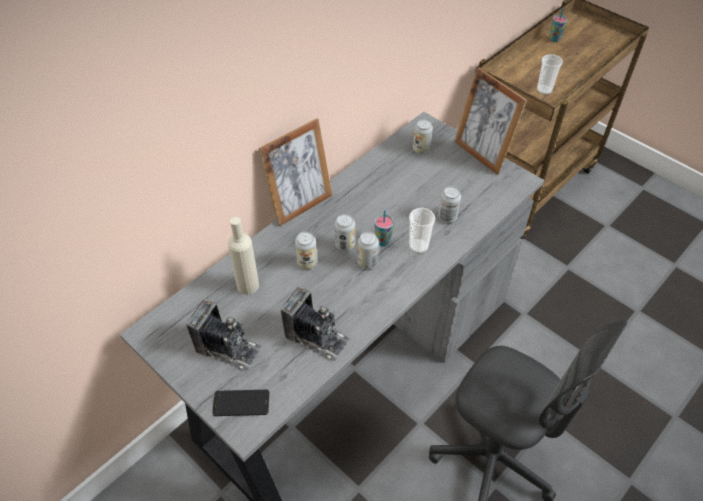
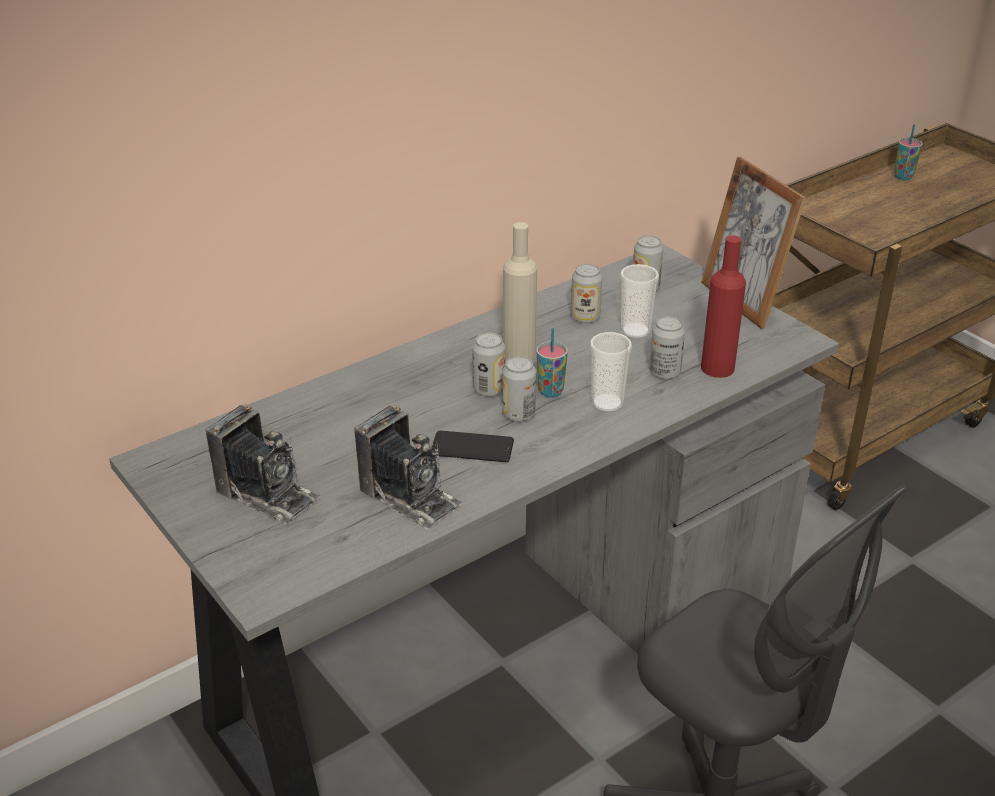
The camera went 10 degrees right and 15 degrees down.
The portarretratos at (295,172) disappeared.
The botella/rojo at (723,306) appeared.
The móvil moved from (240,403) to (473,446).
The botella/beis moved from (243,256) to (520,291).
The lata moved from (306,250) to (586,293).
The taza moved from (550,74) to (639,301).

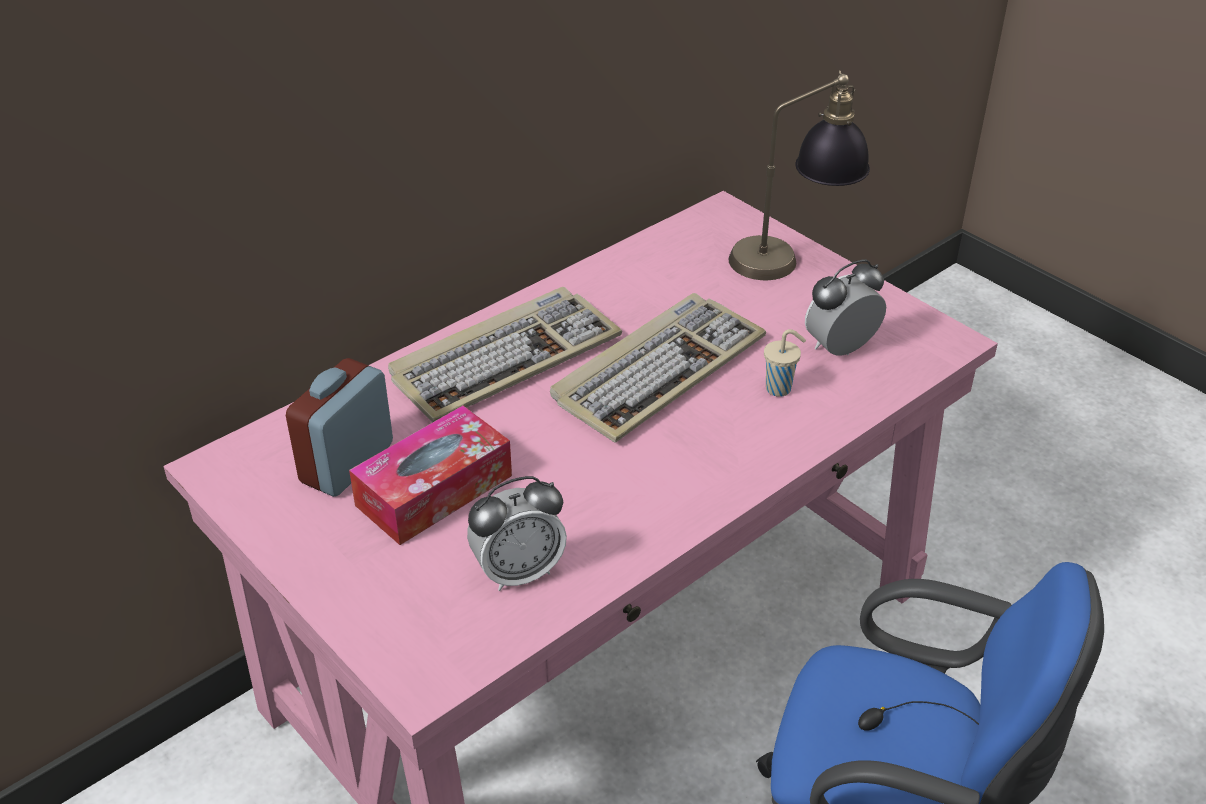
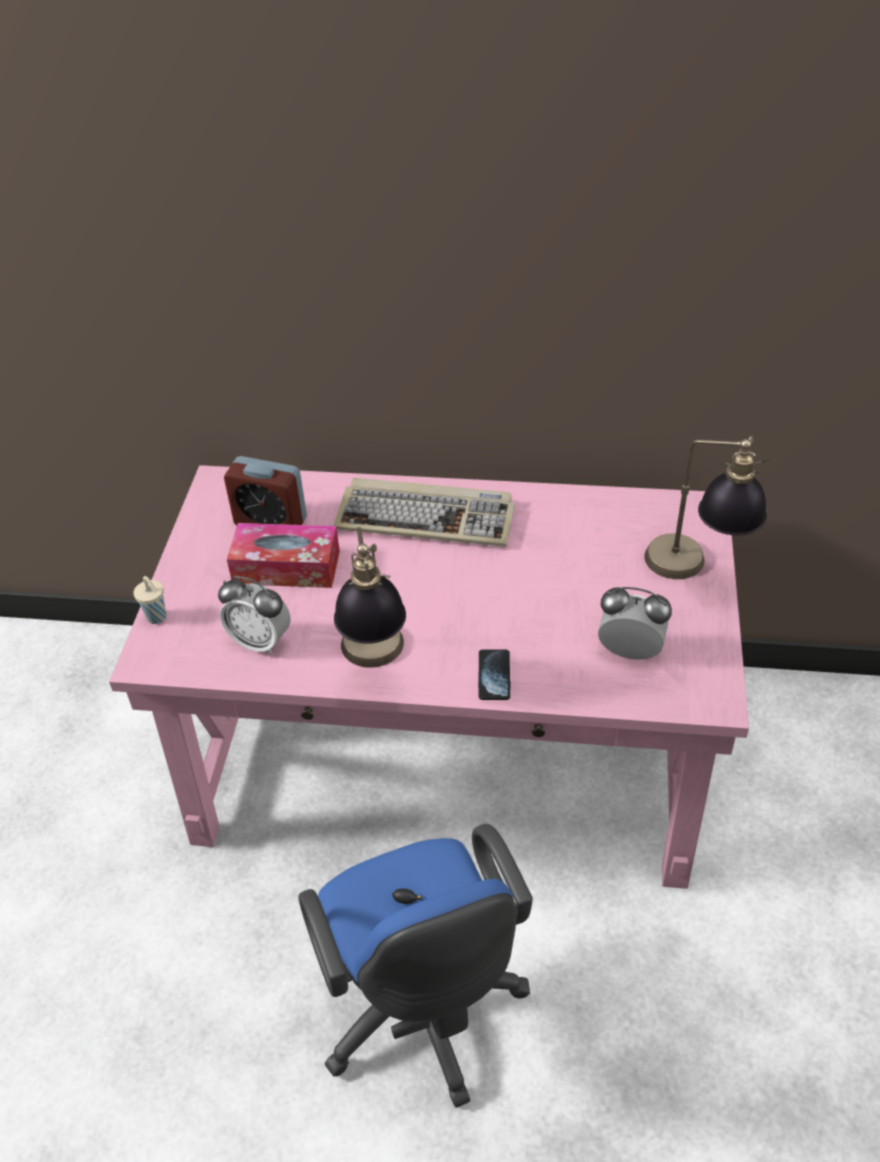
The camera went 50 degrees right and 5 degrees up.
The teclado at (658,368) disappeared.
The lámpara de mesa at (370,597) appeared.
The móvil at (494,675) appeared.
The taza/beis moved from (785,363) to (149,600).
The despertador at (339,427) turned 150 degrees counterclockwise.

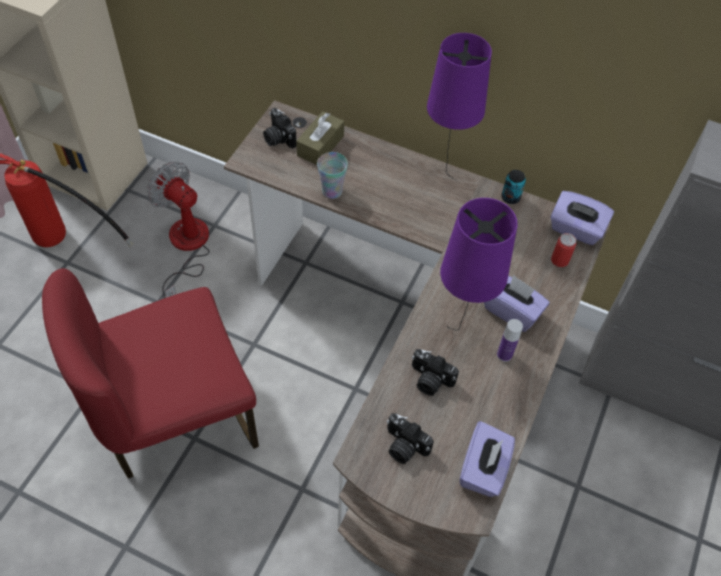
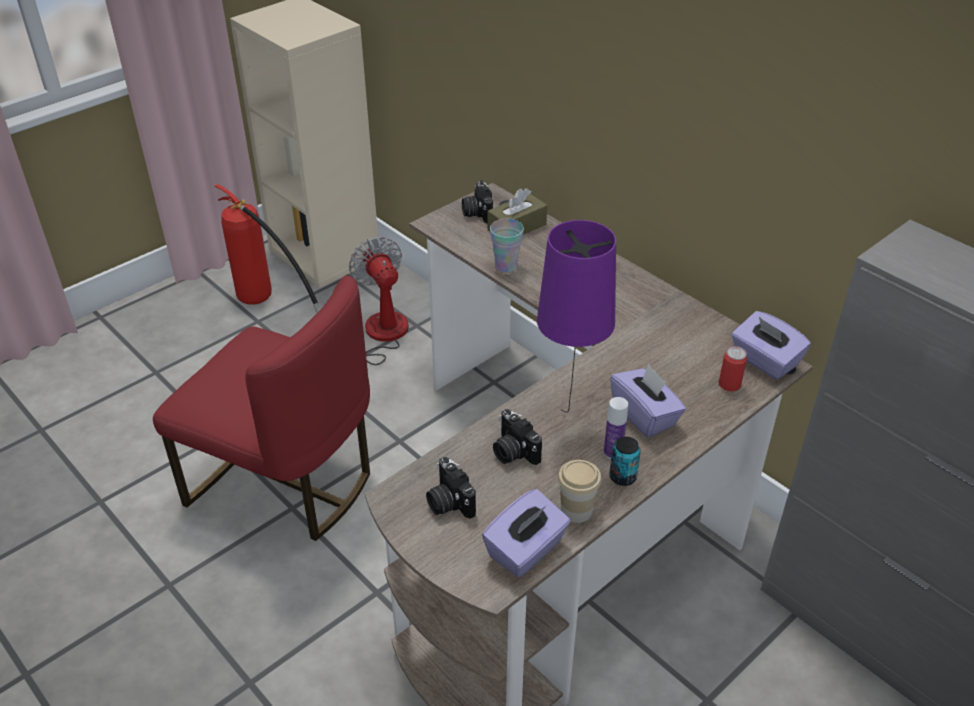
The camera went 25 degrees right and 15 degrees down.
The lámpara de mesa/morado at (459,107) disappeared.
The taza at (579,491) appeared.
The lata moved from (514,187) to (625,461).
The silla/rojo at (150,373) turned 150 degrees counterclockwise.

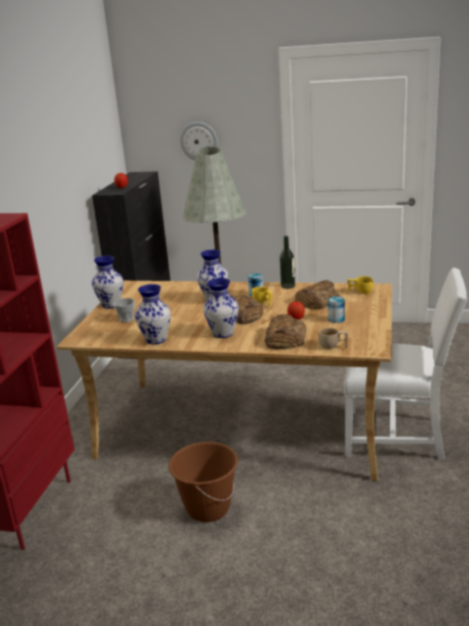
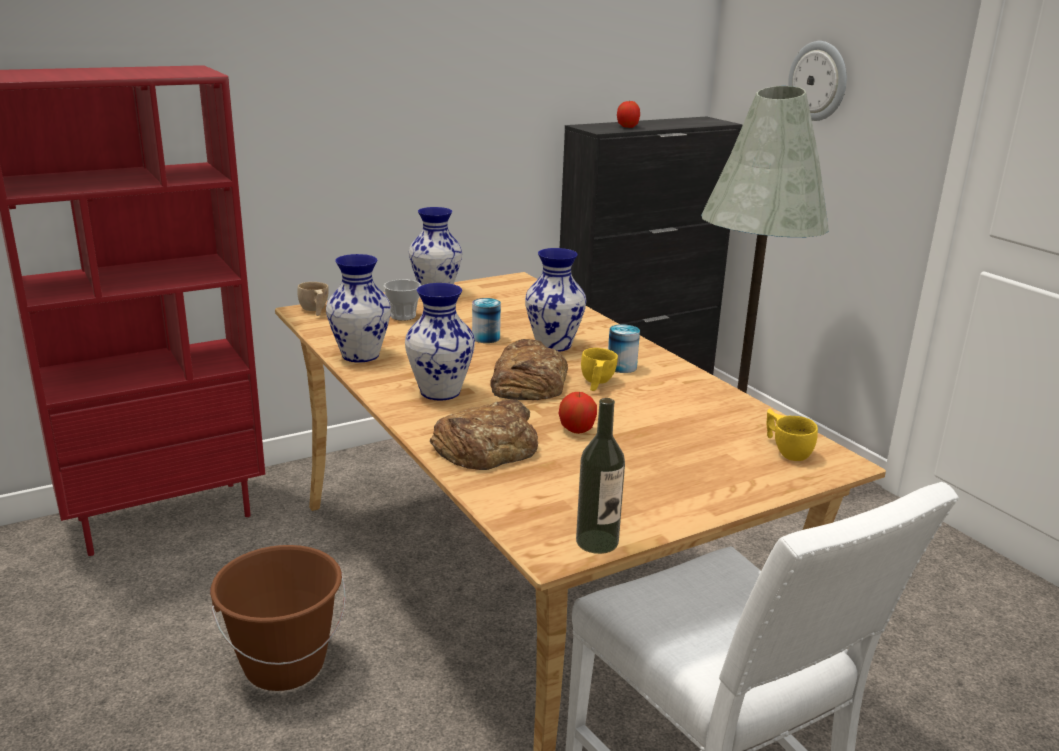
The camera went 45 degrees right and 0 degrees up.
The pan at (317,294) disappeared.
The botella moved from (287,262) to (600,476).
The taza/beis moved from (333,338) to (313,299).
The lata moved from (336,309) to (486,320).

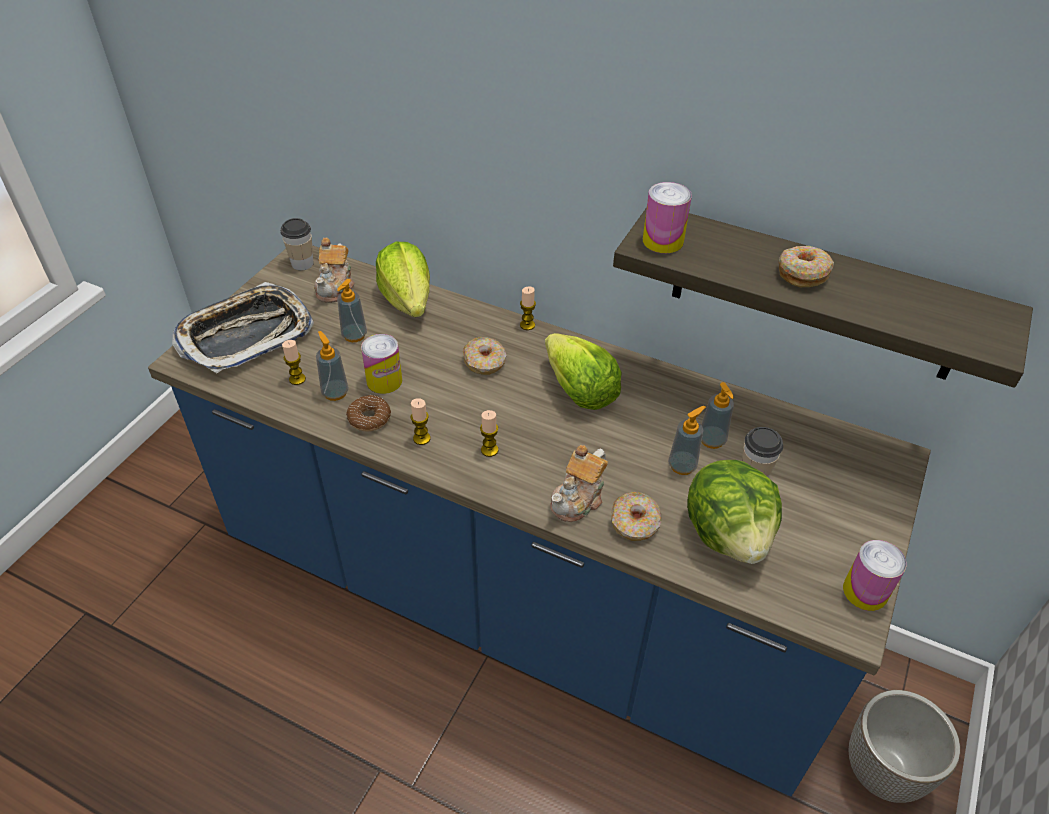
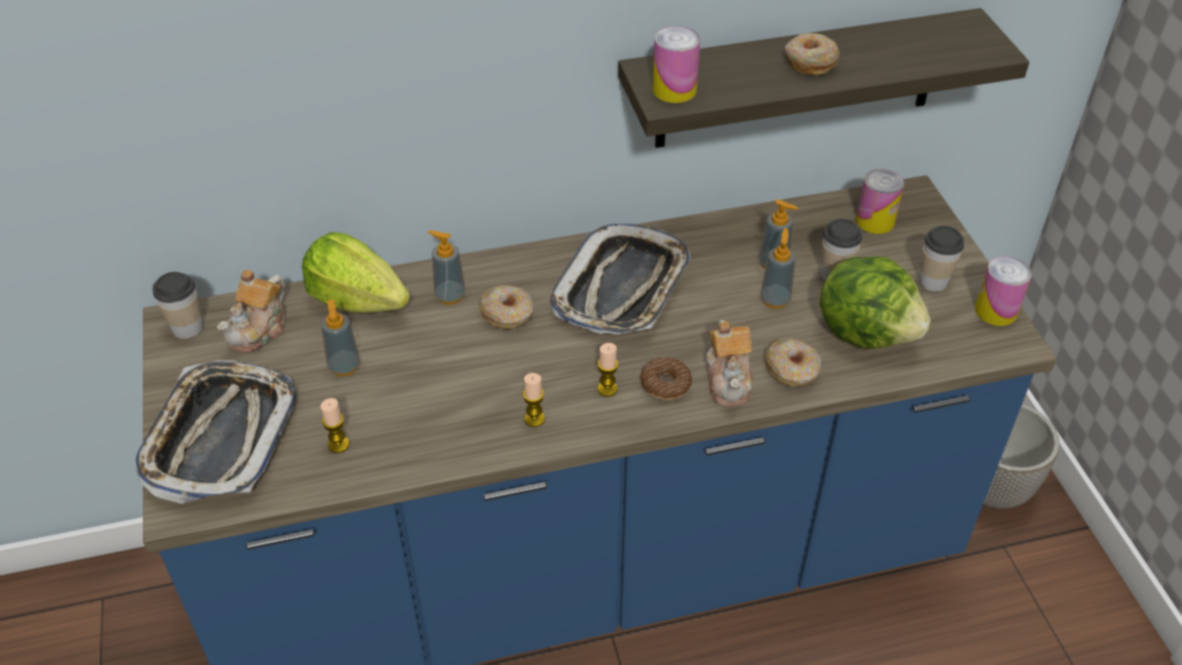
The camera went 40 degrees left and 0 degrees up.
The vela at (528,308) disappeared.
The taza at (941,258) appeared.
The dispensador de jabón moved from (332,366) to (446,267).
The rosquilla moved from (368,413) to (666,378).
The lata moved from (381,364) to (880,201).
The lechuga at (583,371) was replaced by the bandeja at (620,279).
The tetera at (334,270) turned 60 degrees clockwise.

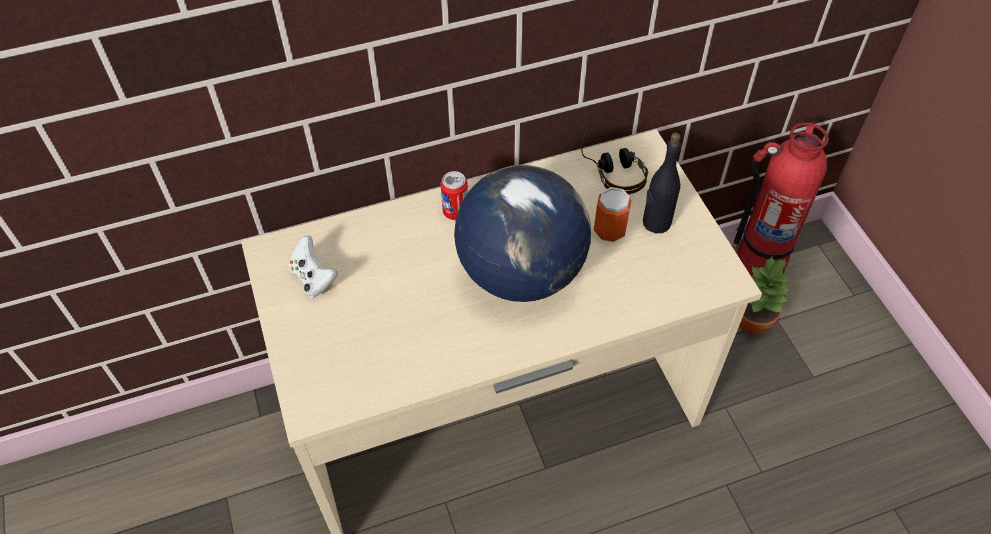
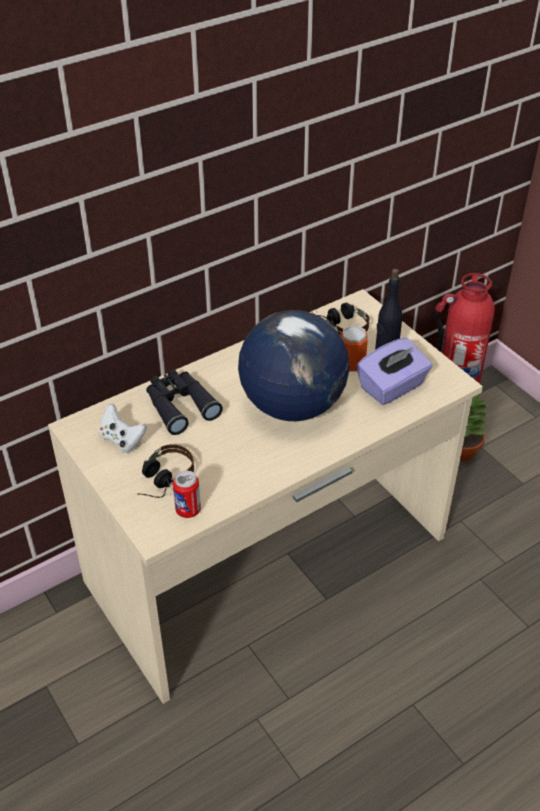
The camera went 15 degrees left and 10 degrees down.
The auriculares at (165,471) appeared.
The prismáticos/negro at (184,402) appeared.
The caja de pañuelos/morado at (394,371) appeared.
The lata moved from (454,195) to (187,494).

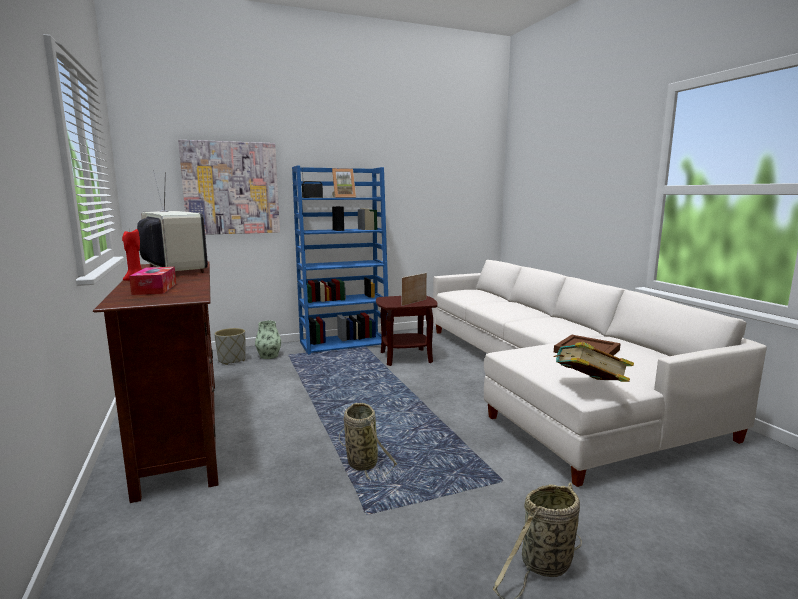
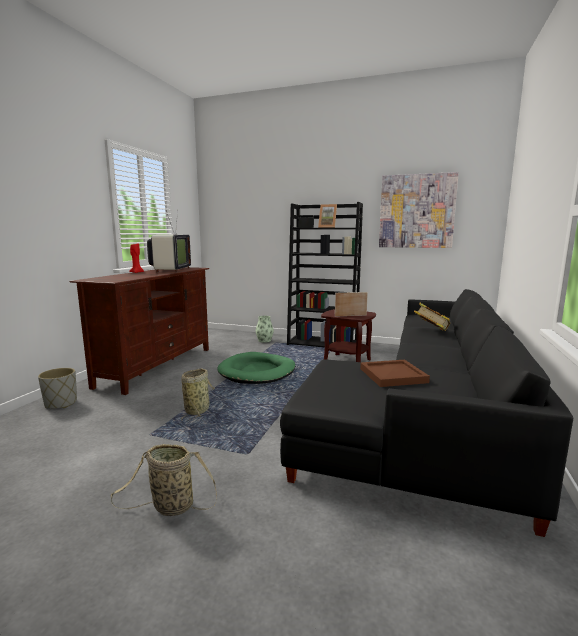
The camera went 40 degrees right and 0 degrees up.
The caja de pañuelos at (152,281) disappeared.
The cama para perro/verde at (256,368) appeared.
The cuadro moved from (229,187) to (419,210).
The maceta/gris moved from (229,346) to (57,388).
The libro moved from (593,362) to (432,317).
The estantería/azul at (340,260) became the estantería/negro at (325,274).
The sofá/blanco at (600,373) became the sofá/negro at (426,413).

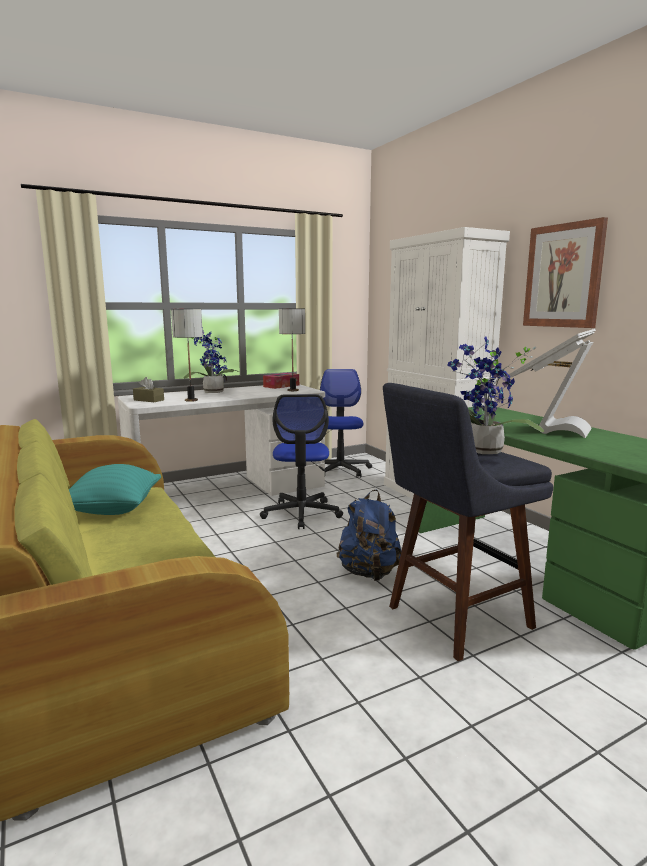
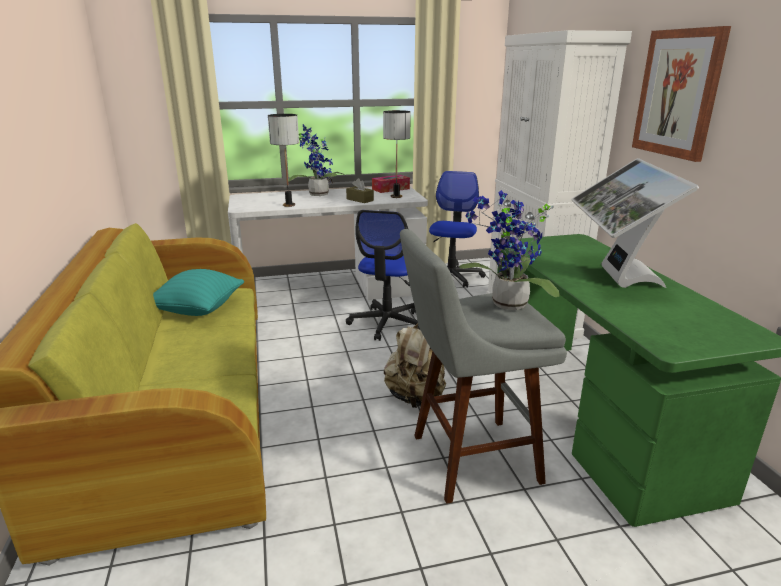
The camera went 15 degrees right and 10 degrees up.
The caja de pañuelos/marrón moved from (148,389) to (360,190).
The mochila/azul at (369,535) became the mochila/beis at (415,365).
The taburete/azul at (468,522) became the taburete/gris at (483,366).
The monitor at (552,383) turned 45 degrees counterclockwise.

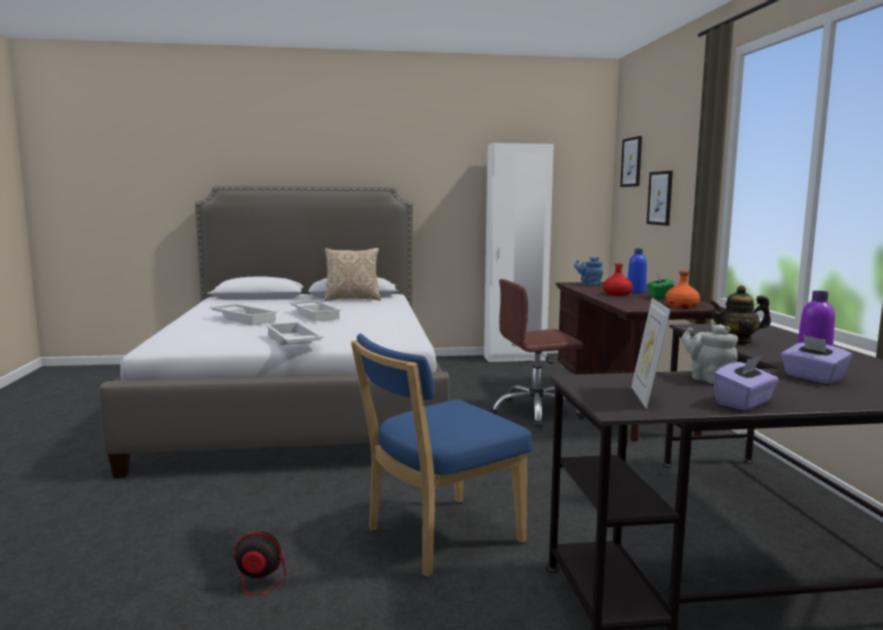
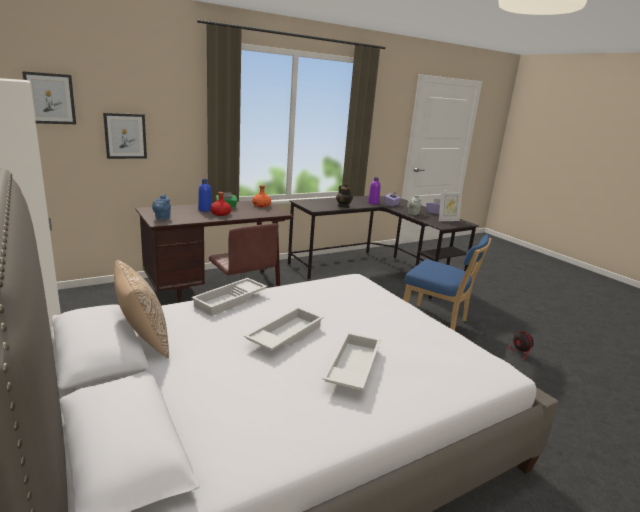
The camera went 115 degrees left and 10 degrees up.
The bandeja/blanco moved from (295,333) to (229,297).

